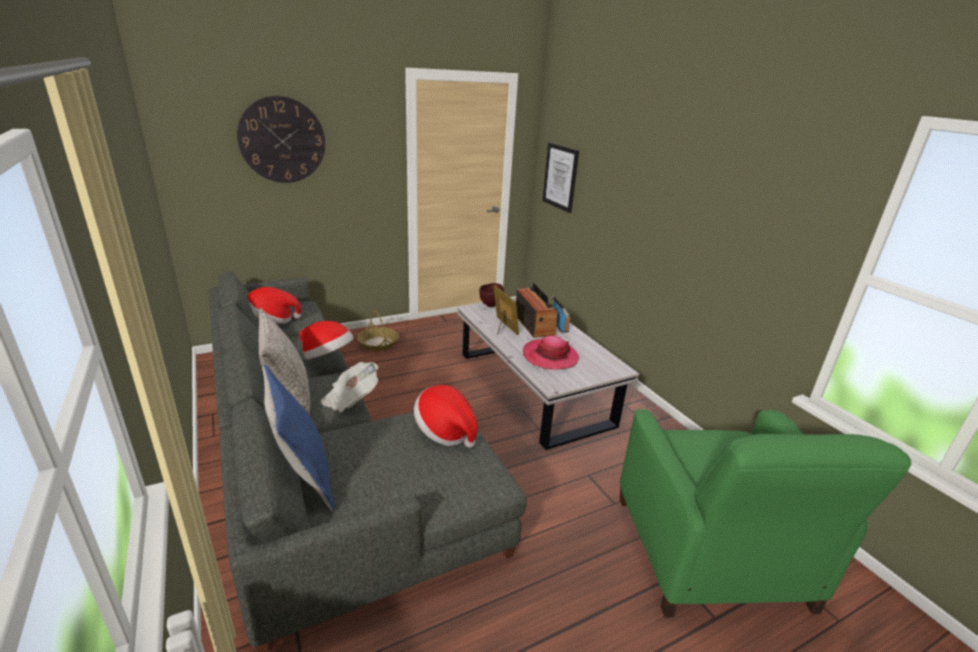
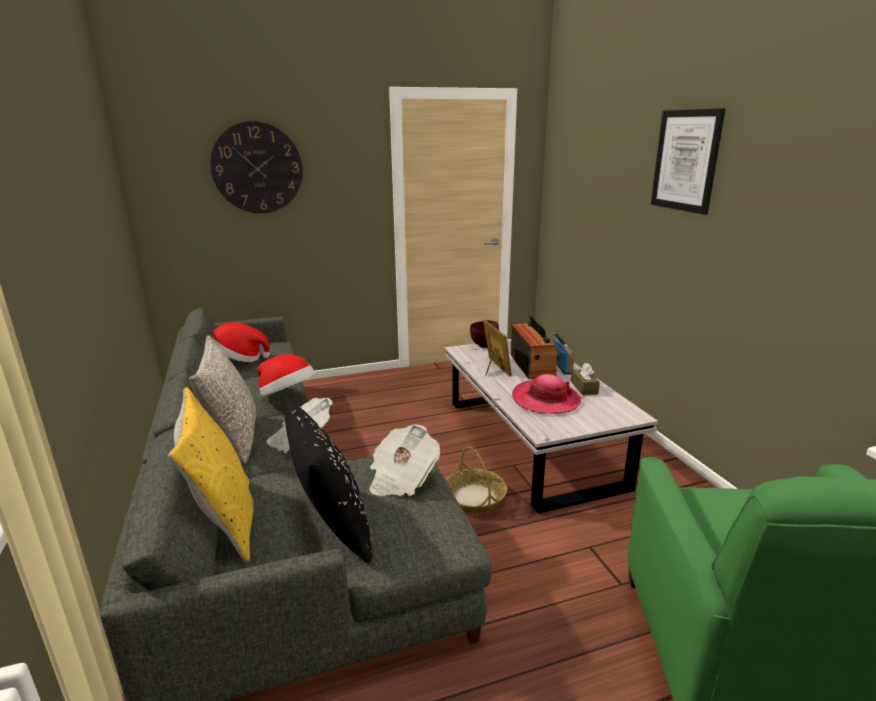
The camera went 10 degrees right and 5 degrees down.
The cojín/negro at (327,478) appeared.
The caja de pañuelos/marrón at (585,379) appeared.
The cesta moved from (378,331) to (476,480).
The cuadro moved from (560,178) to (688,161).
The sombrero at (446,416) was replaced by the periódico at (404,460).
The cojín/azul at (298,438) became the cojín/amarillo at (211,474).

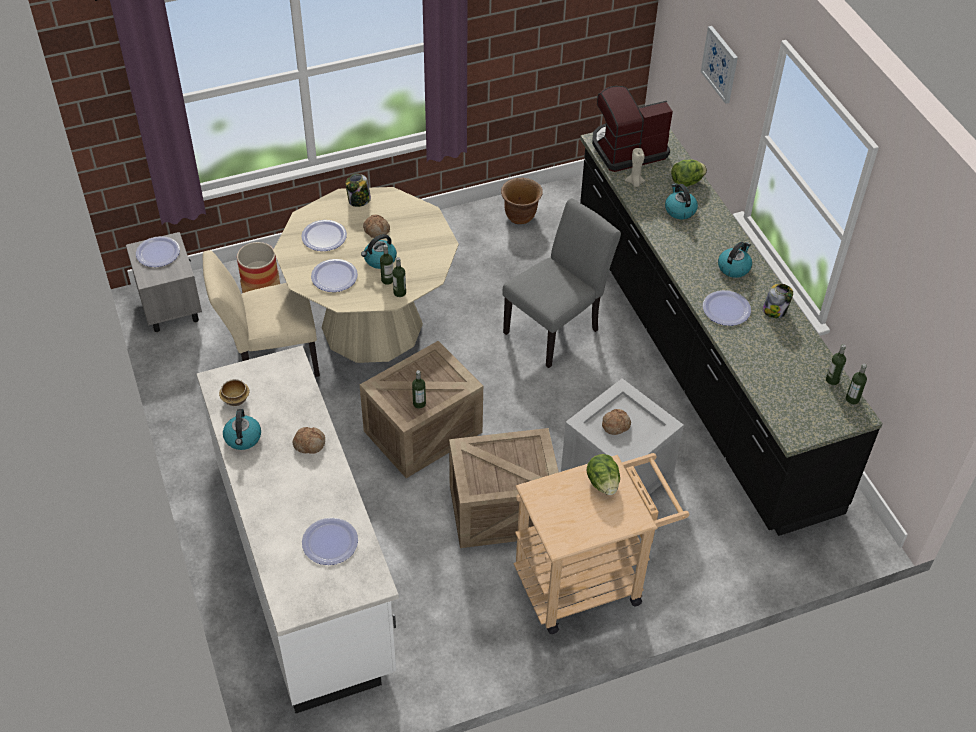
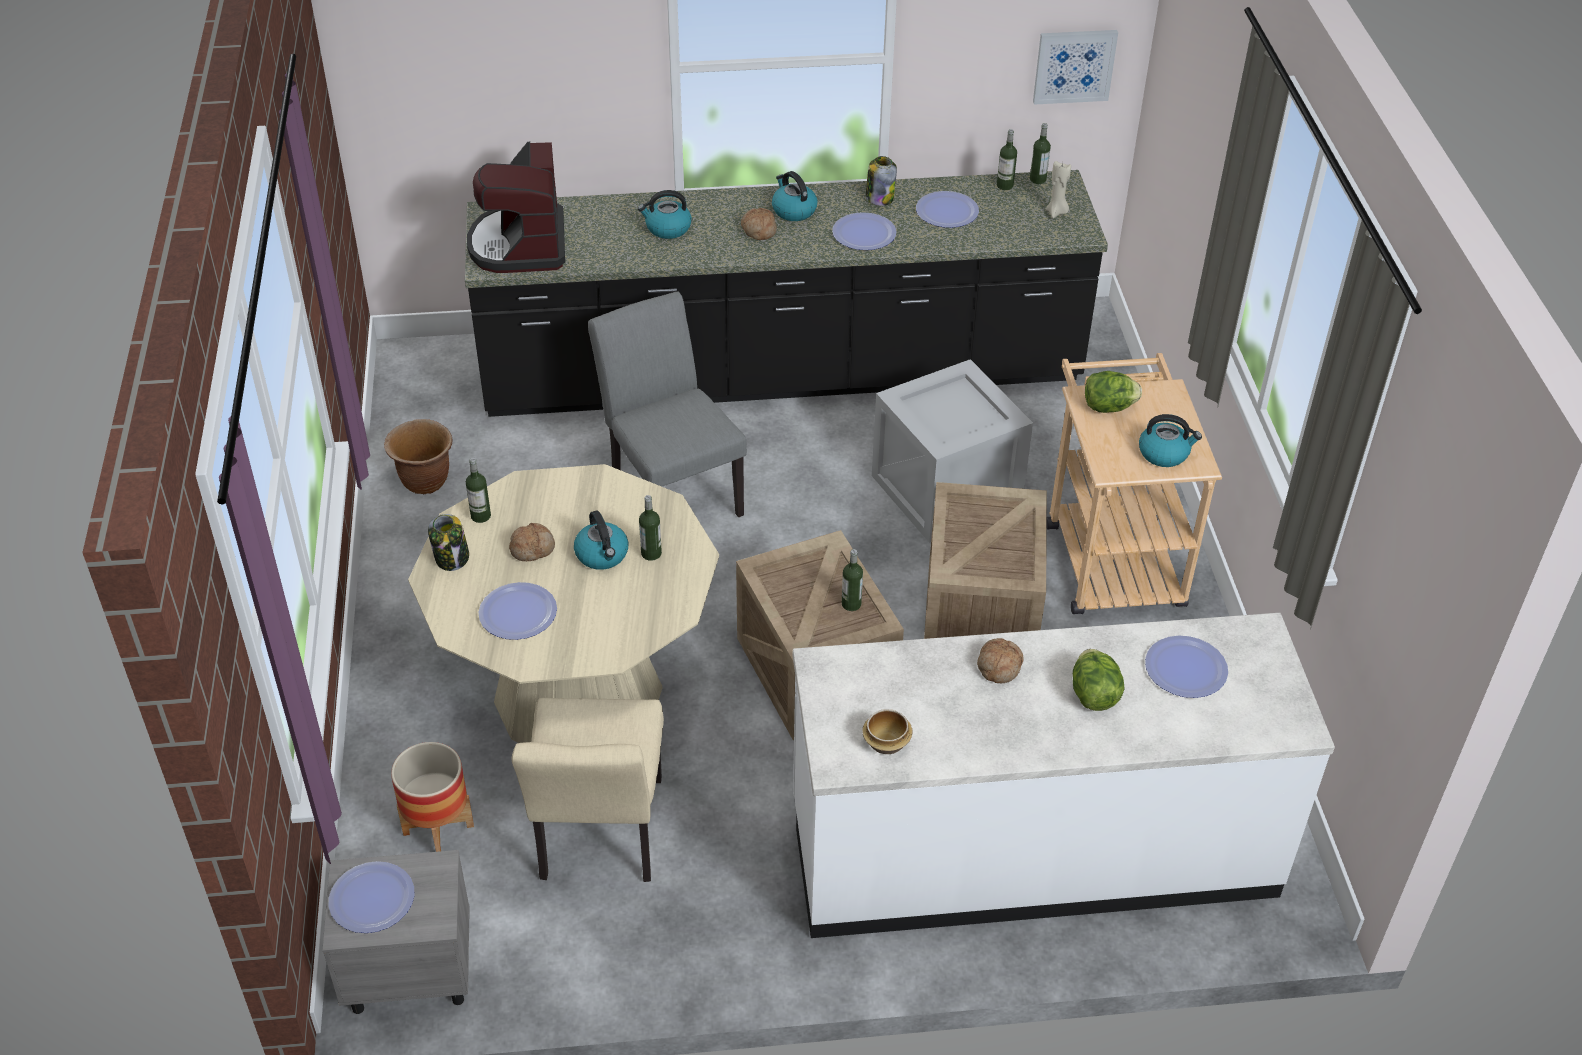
The camera went 75 degrees left and 5 degrees down.
The hervidor moved from (242,429) to (1170,440).
The plato moved from (334,275) to (947,209).
The botella moved from (399,277) to (478,490).
The pan moved from (616,422) to (759,224).
The vela/beis moved from (635,167) to (1058,189).
The lechuga moved from (689,173) to (1099,680).
The cuadro moved from (719,65) to (1075,67).

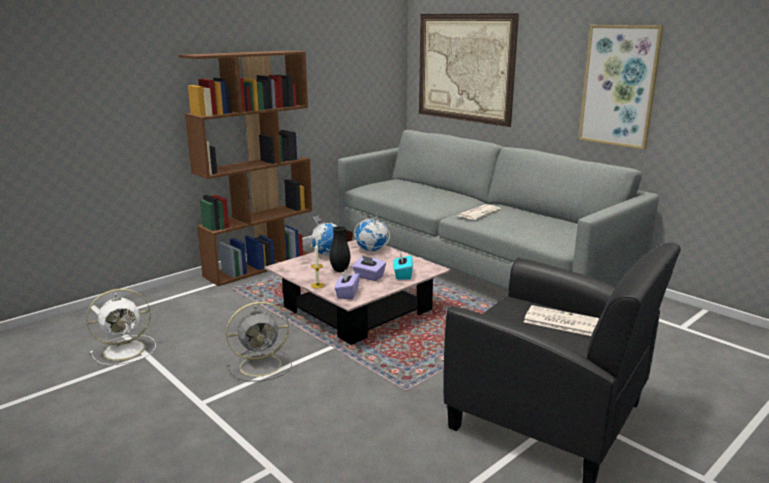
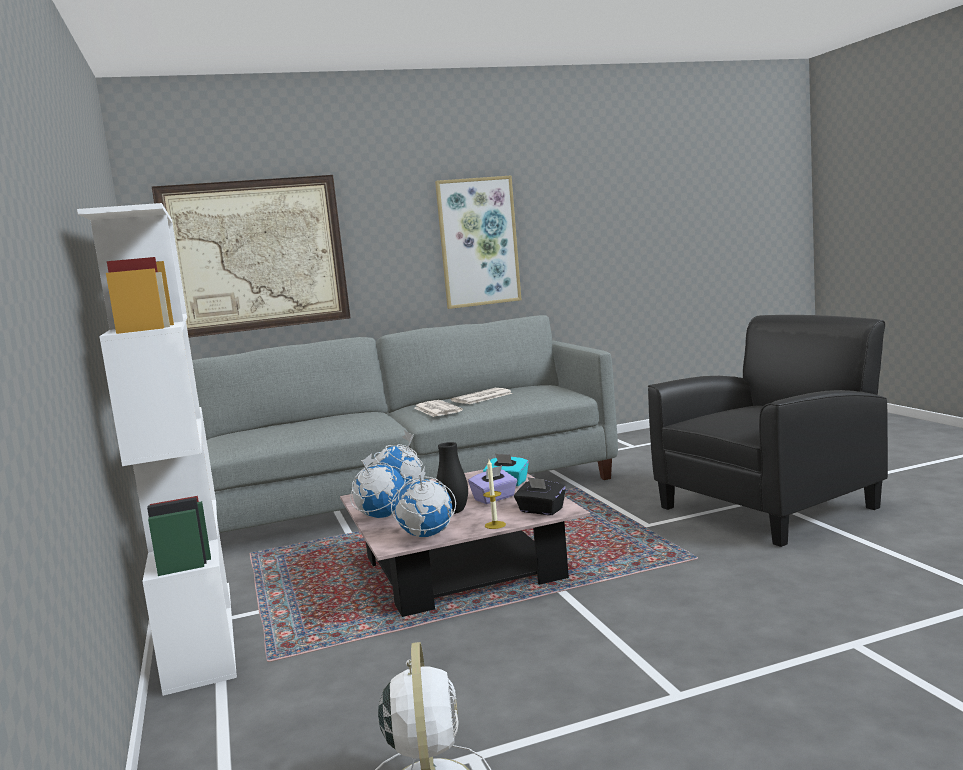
The camera went 65 degrees left and 10 degrees down.
The ventilador/gris at (259,341) disappeared.
The globo terráqueo at (423,502) appeared.
The periódico moved from (561,320) to (482,396).
The estantería/marrón at (245,168) became the estantería/blanco at (157,449).
The caja de pañuelos/morado at (347,284) became the caja de pañuelos/negro at (540,496).

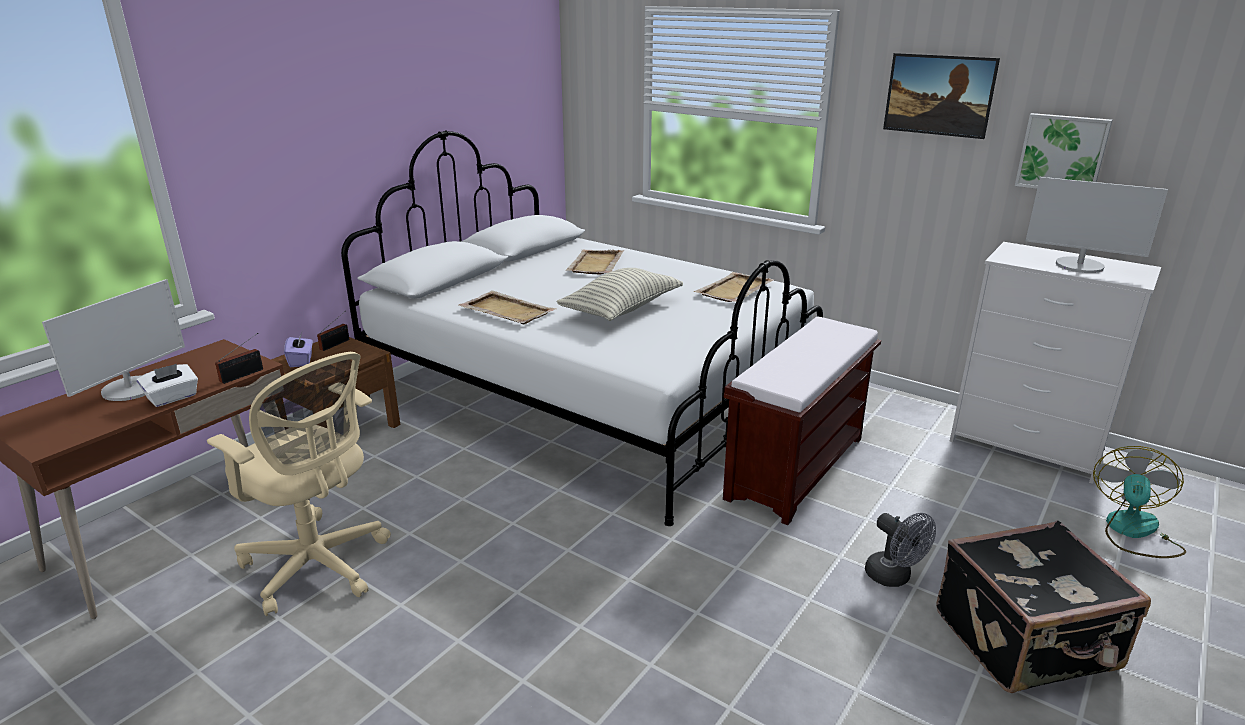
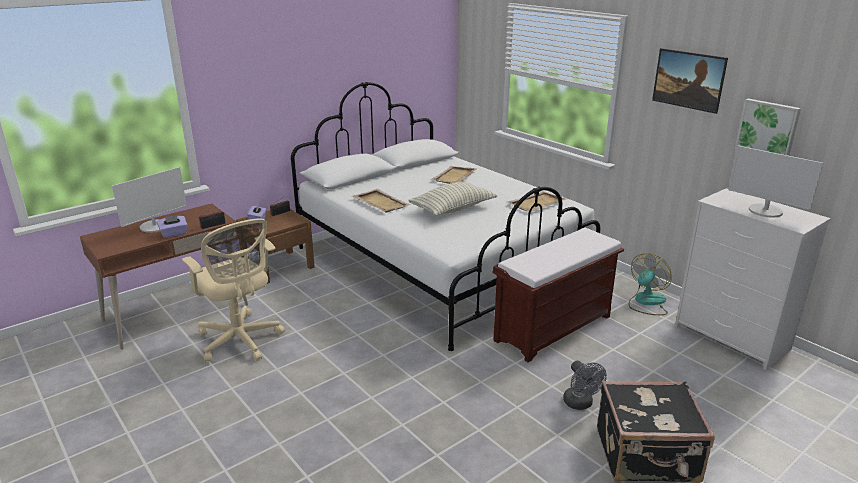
The camera went 15 degrees right and 0 degrees up.
The ventilador moved from (1139,502) to (650,284).
The caja de pañuelos/blanco at (167,385) became the caja de pañuelos/morado at (172,226).

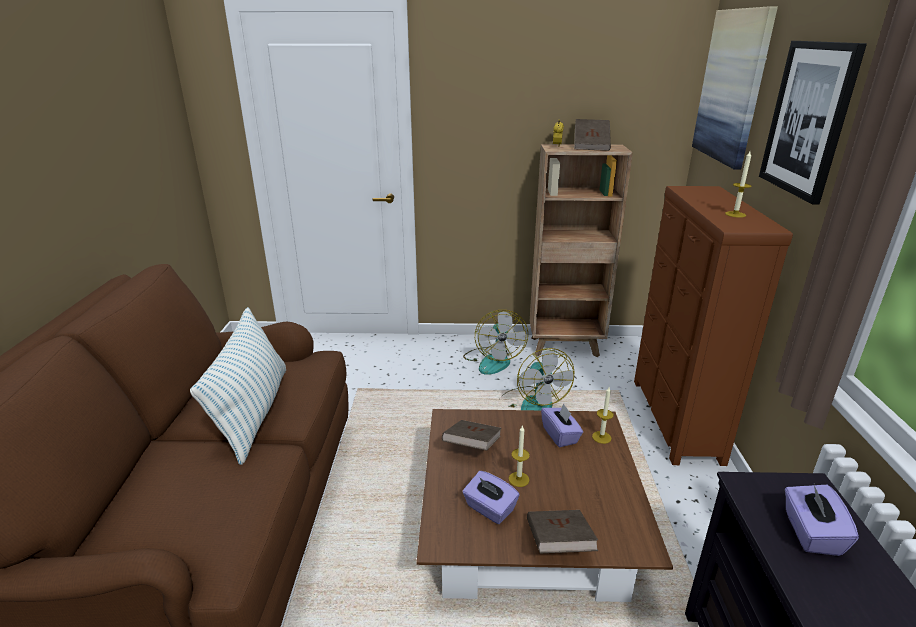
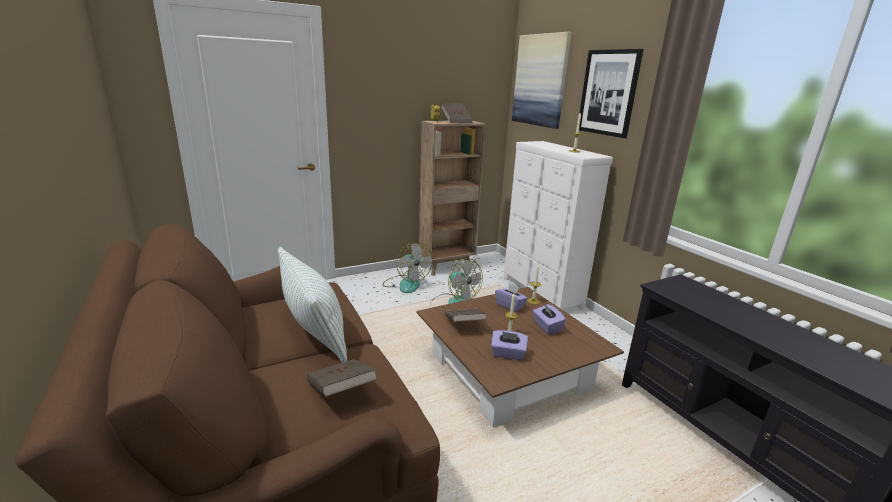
The camera went 30 degrees left and 5 degrees down.
The libro/marrón moved from (562,531) to (342,378).
The caja de pañuelos/morado moved from (822,520) to (549,318).
The cómoda/marrón at (713,326) became the cómoda/blanco at (558,225).

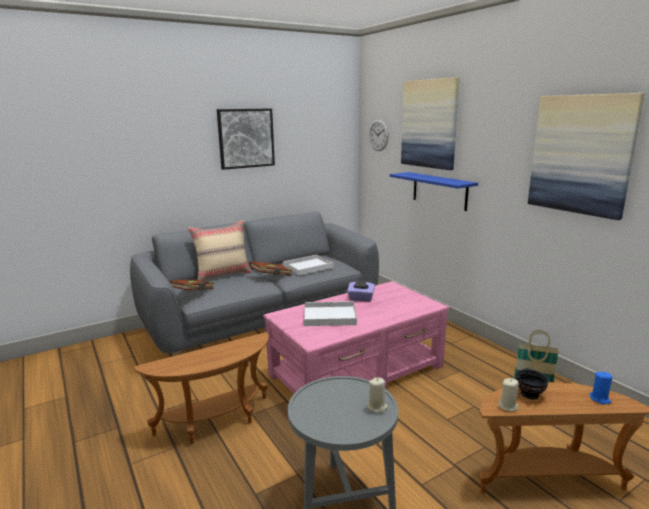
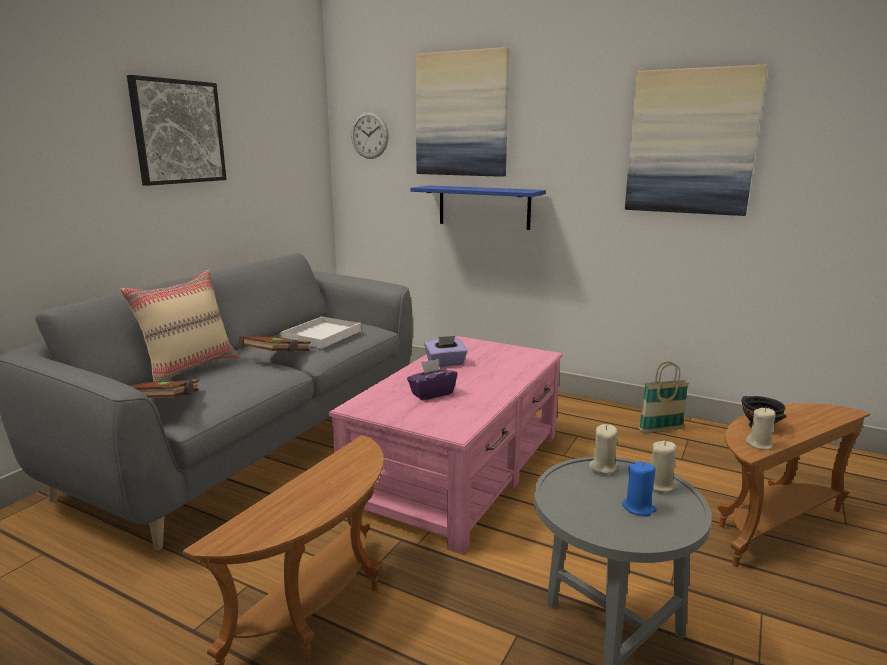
The camera went 30 degrees left and 0 degrees up.
The vela/beis at (603,449) appeared.
The vela/azul moved from (601,388) to (639,489).
The bandeja/blanco at (330,313) was replaced by the caja de pañuelos/morado at (432,379).

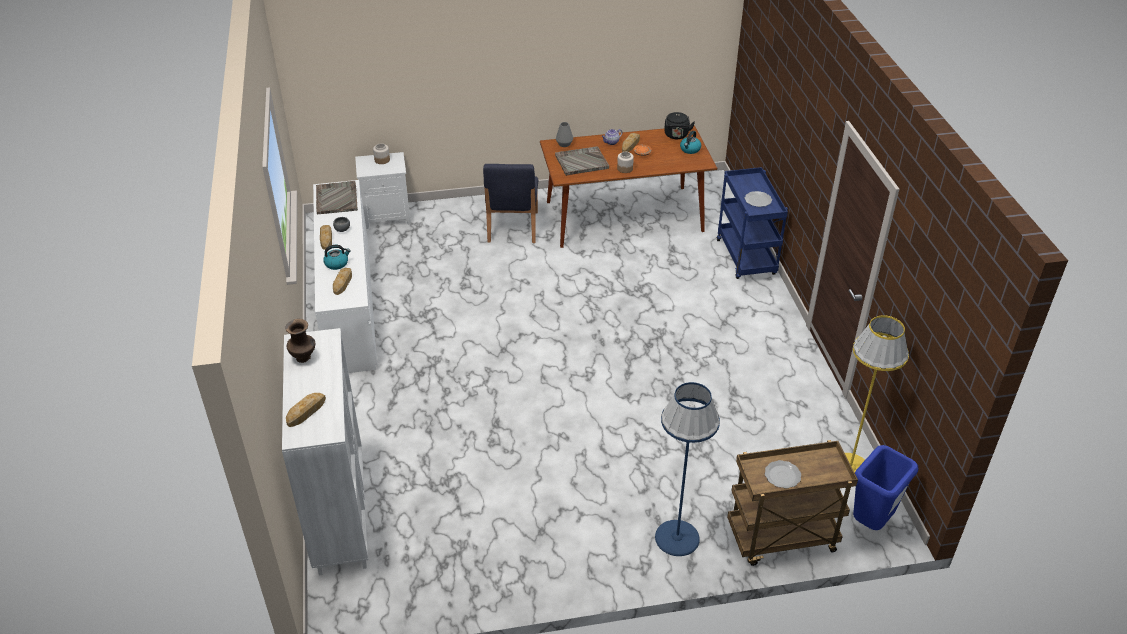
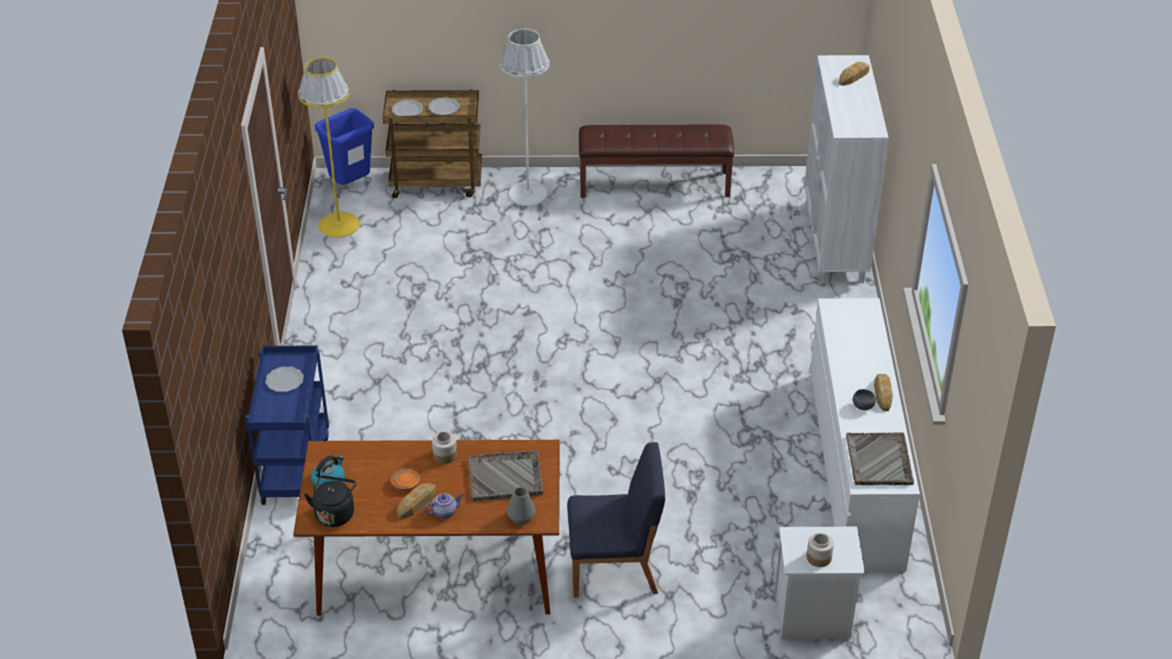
The camera went 170 degrees left and 0 degrees up.
The florero/marrón at (300,341) disappeared.
The hervidor at (337,257) disappeared.
The pan at (342,281) disappeared.
The plato at (407,108) appeared.
The banco/marrón at (656,161) appeared.
The lámpara de pie/azul at (687,469) became the lámpara de pie/blanco at (525,117).
The silla/azul at (510,203) turned 75 degrees clockwise.

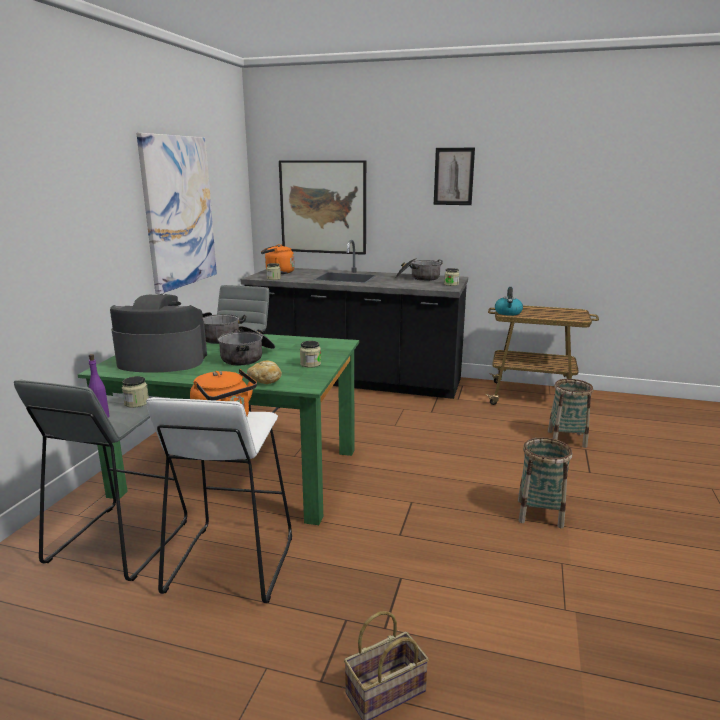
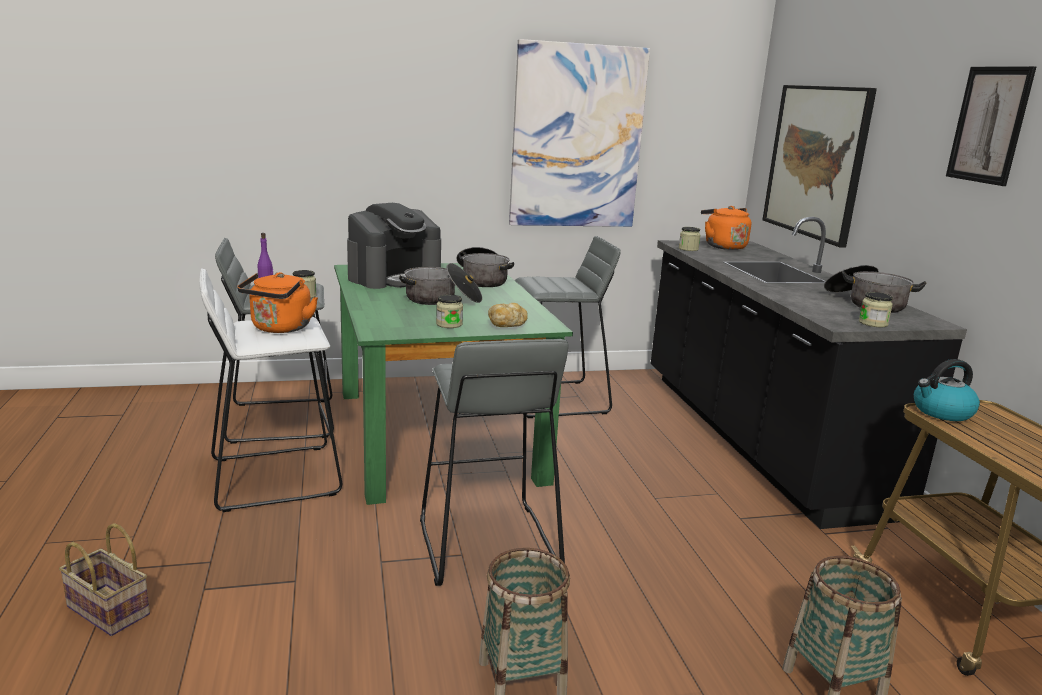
The camera went 60 degrees right and 0 degrees up.
The taburete/gris at (494,462) appeared.
The pan moved from (264,372) to (508,315).
The cafetera at (158,333) turned 75 degrees clockwise.

